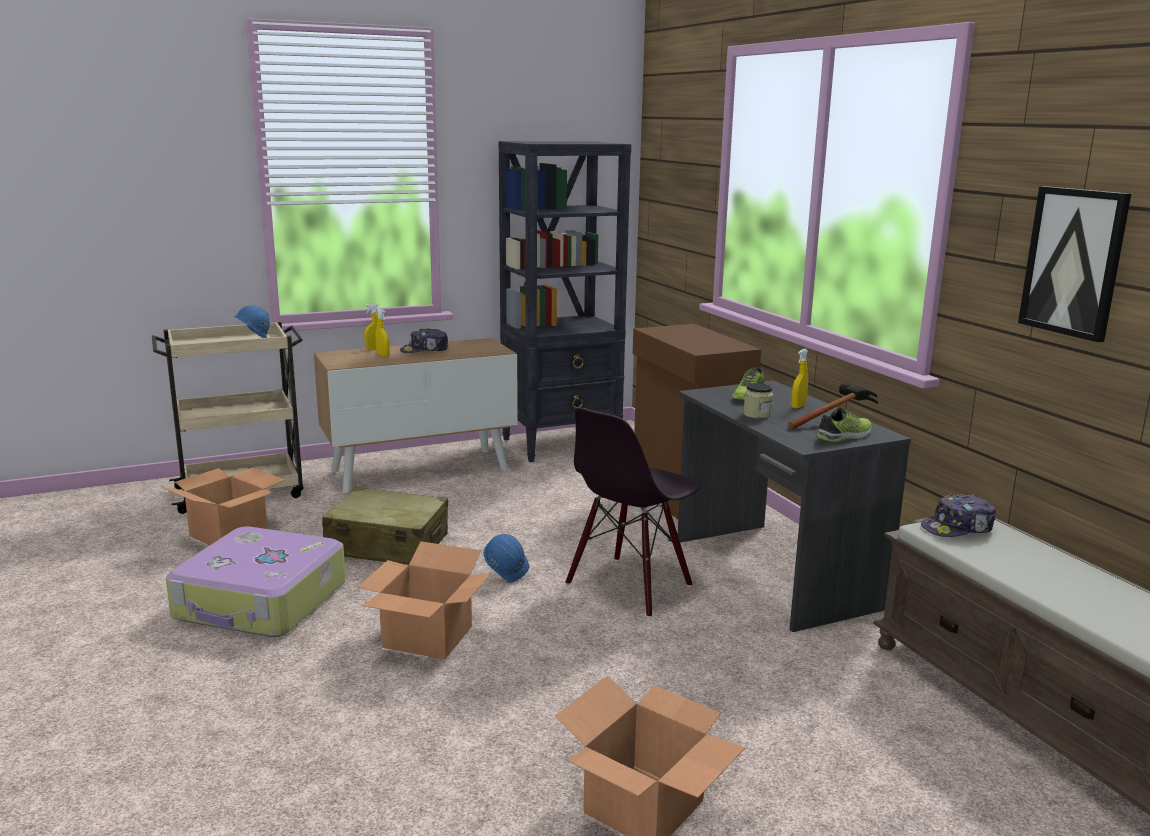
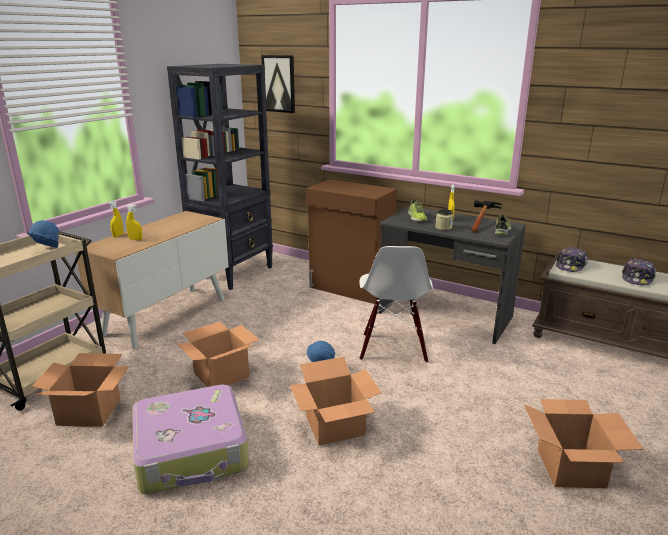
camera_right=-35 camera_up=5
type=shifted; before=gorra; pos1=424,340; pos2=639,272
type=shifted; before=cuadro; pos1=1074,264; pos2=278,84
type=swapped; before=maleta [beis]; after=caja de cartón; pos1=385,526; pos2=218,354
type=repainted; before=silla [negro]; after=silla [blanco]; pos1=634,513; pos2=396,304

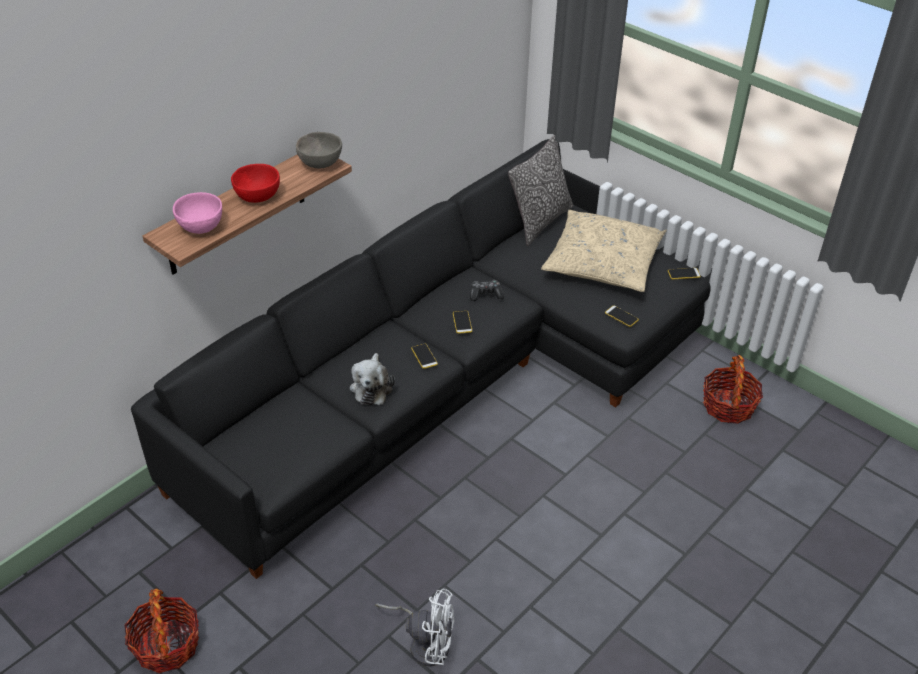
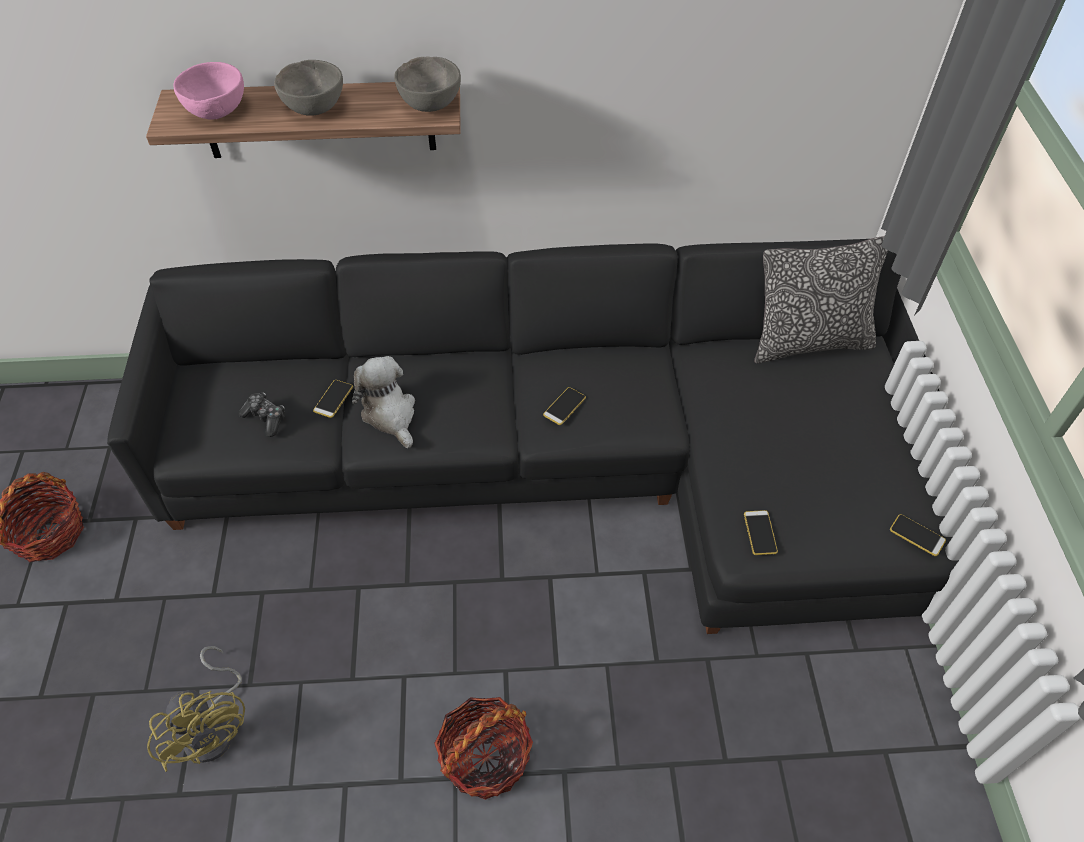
camera_right=45 camera_up=10
type=gone; before=cojín [beis]; pos1=604,251
type=shifted; before=móvil; pos1=424,356; pos2=333,399
type=shifted; before=mando de consola; pos1=487,290; pos2=262,414
type=shifted; before=cesta; pos1=733,389; pos2=483,748
type=repainted; before=cuenco [rojo]; after=cuenco [gris]; pos1=255,183; pos2=308,88
type=repainted; before=ventilador [blanco]; after=ventilador [amarillo]; pos1=415,627; pos2=196,709
type=rotated; before=peluche; pos1=372,379; pos2=383,402; turn=105

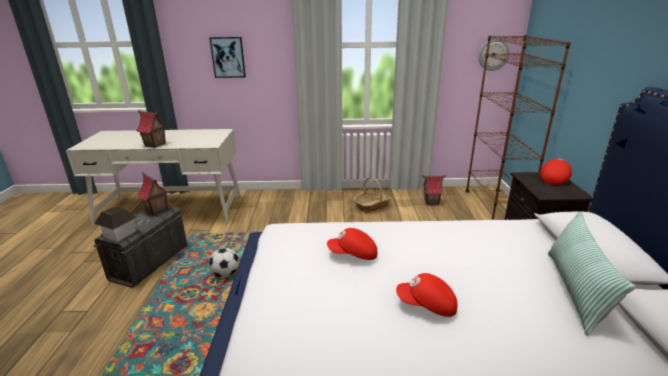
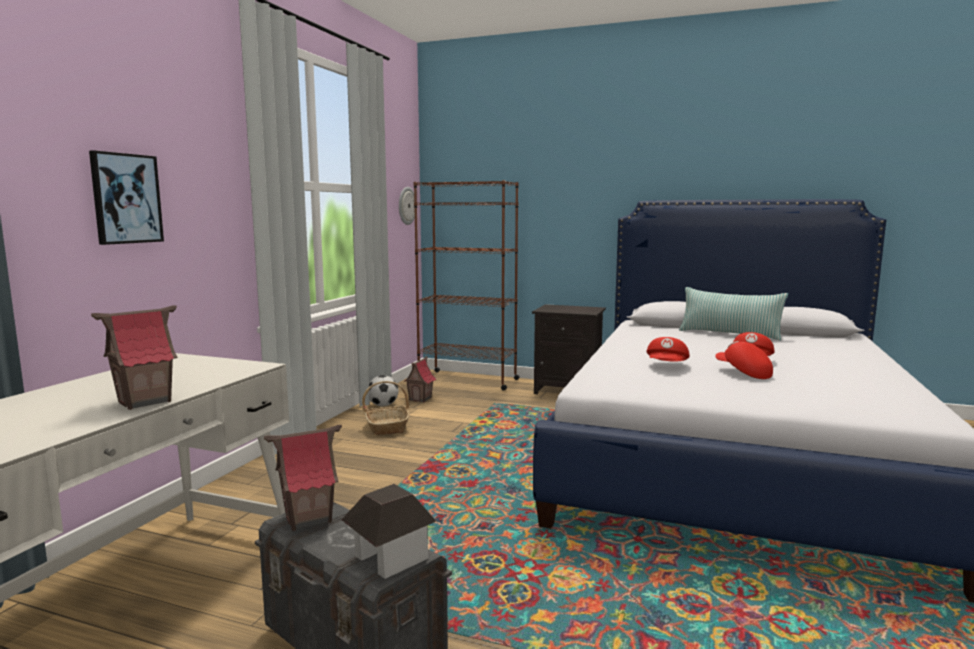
camera_right=-70 camera_up=-15
type=shifted; before=balón de fútbol; pos1=224,262; pos2=384,390
type=shifted; before=gorra [rojo]; pos1=556,172; pos2=744,360

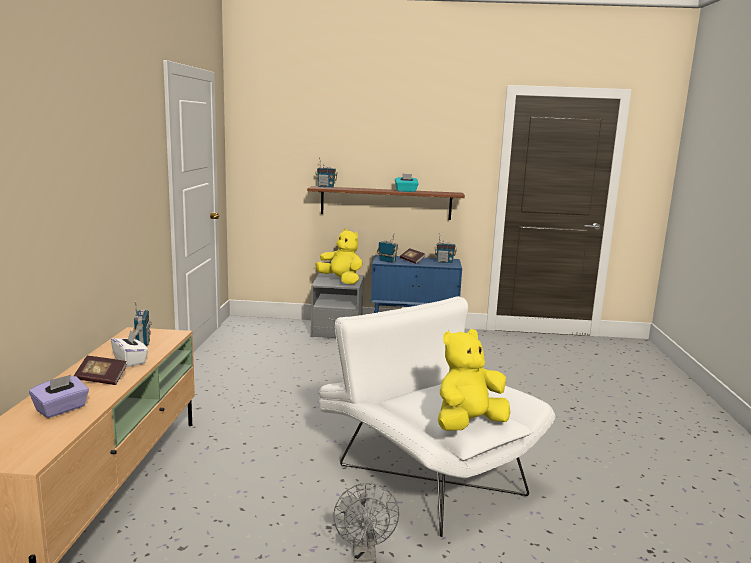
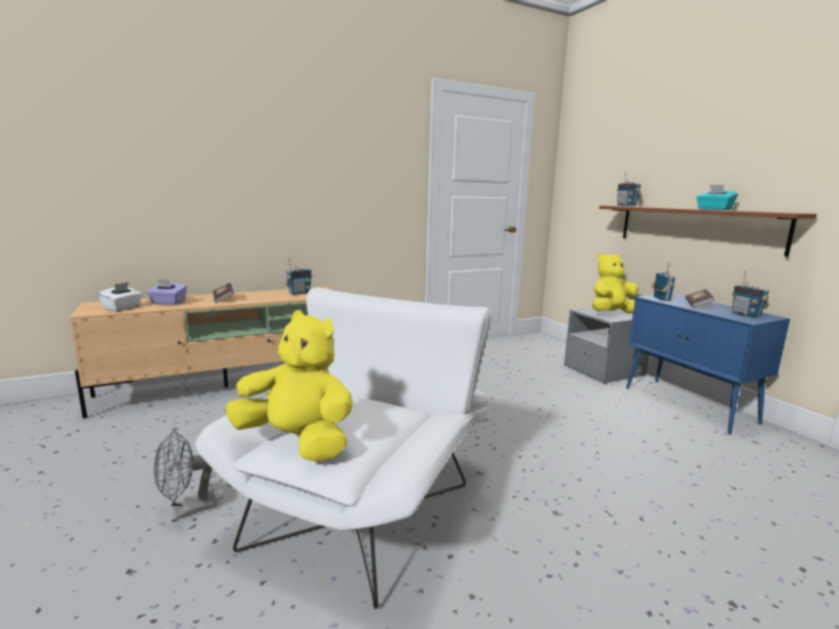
camera_right=60 camera_up=0
type=shifted; before=caja de pañuelos [blanco]; pos1=130,348; pos2=120,296
type=rotated; before=peluche [amarillo]; pos1=339,256; pos2=615,283; turn=-120

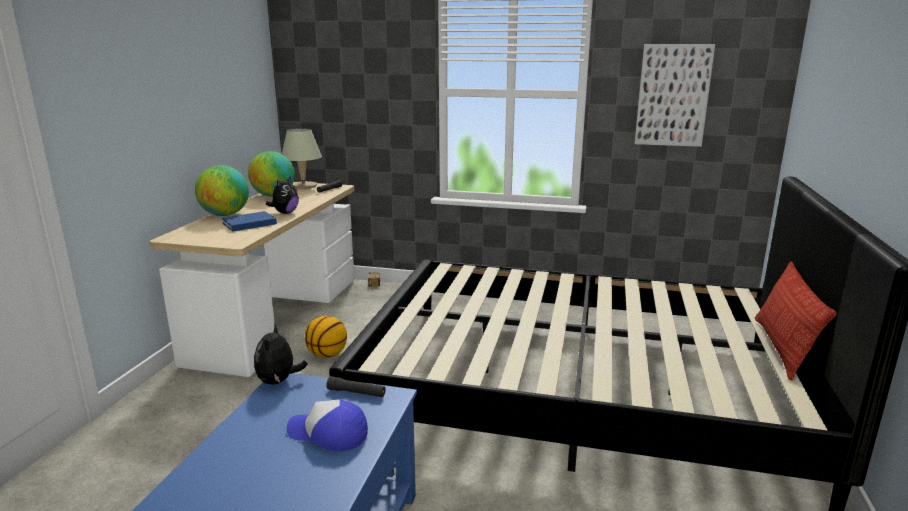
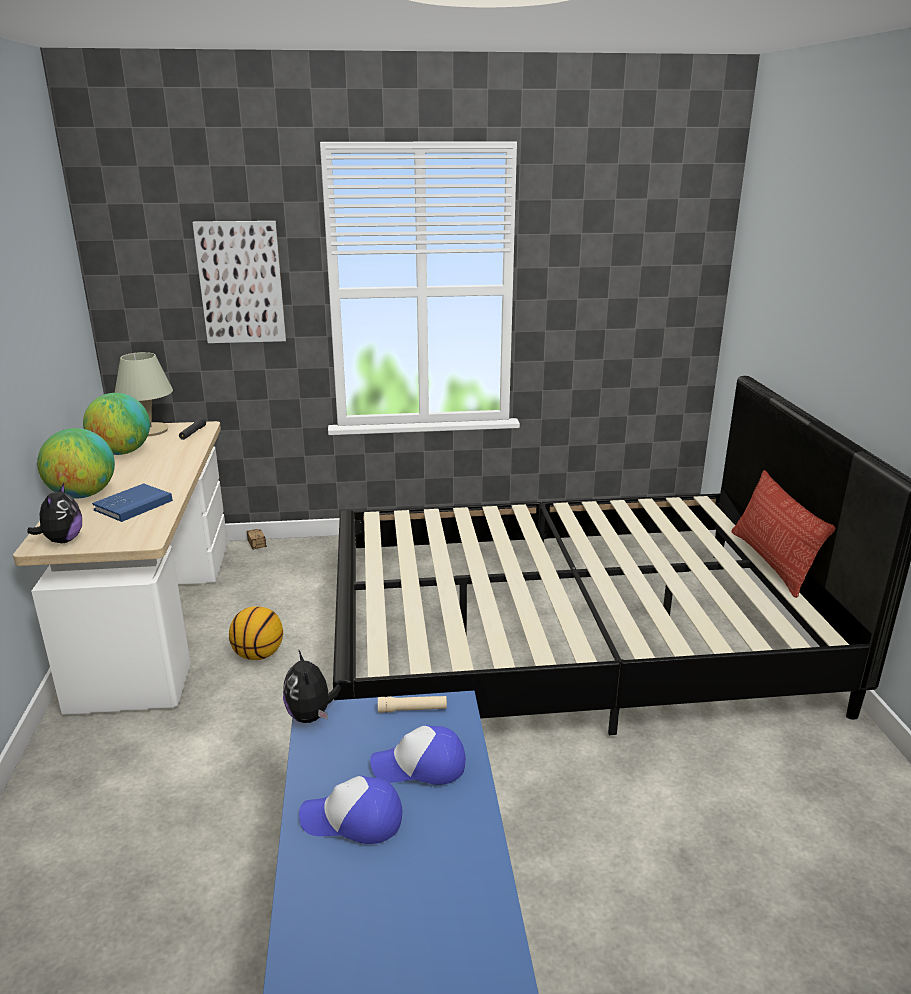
camera_right=-20 camera_up=5
type=new; after=gorra; pos2=350,810
type=shifted; before=peluche; pos1=282,195; pos2=54,513
type=shifted; before=cuadro; pos1=675,95; pos2=239,282
type=repainted; before=linterna [negro]; after=linterna [beis]; pos1=355,386; pos2=412,704

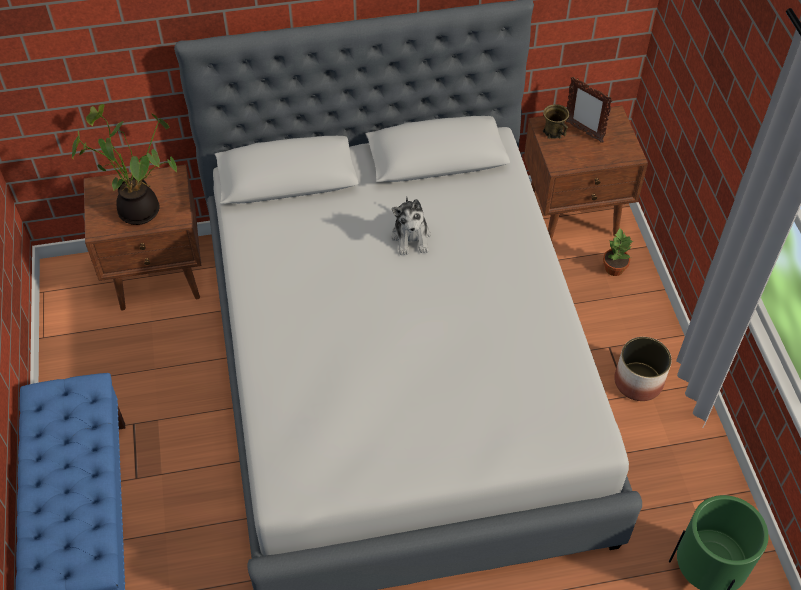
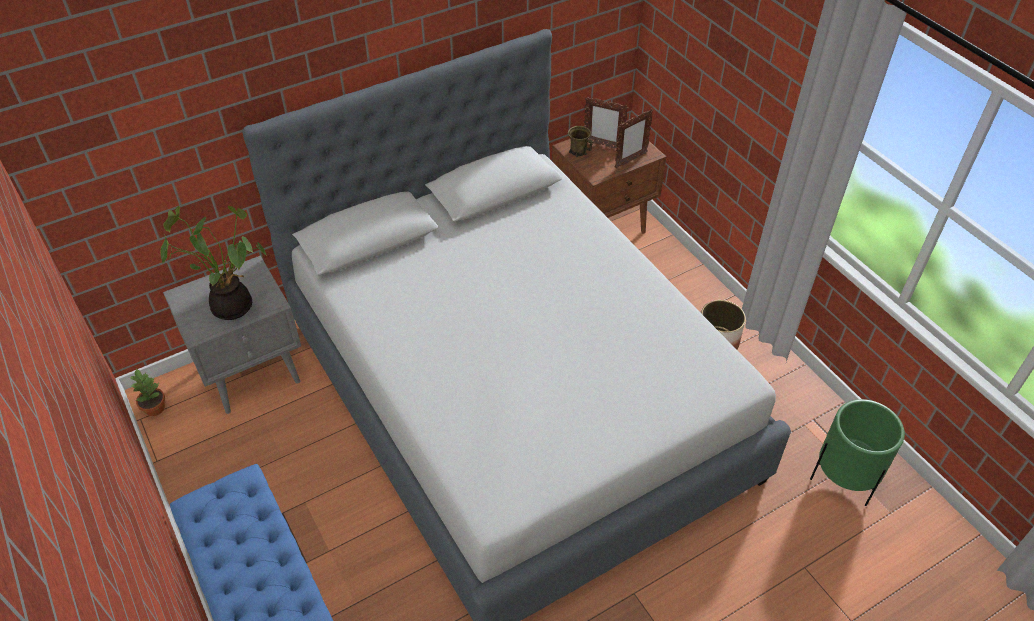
camera_right=-20 camera_up=-5
type=gone; before=peluche; pos1=411,226
type=new; after=portarretratos; pos2=634,138
type=shifted; before=planta en maceta; pos1=618,252; pos2=147,392
type=repainted; before=mesita de noche [marrón]; after=mesita de noche [gris]; pos1=142,238; pos2=232,334

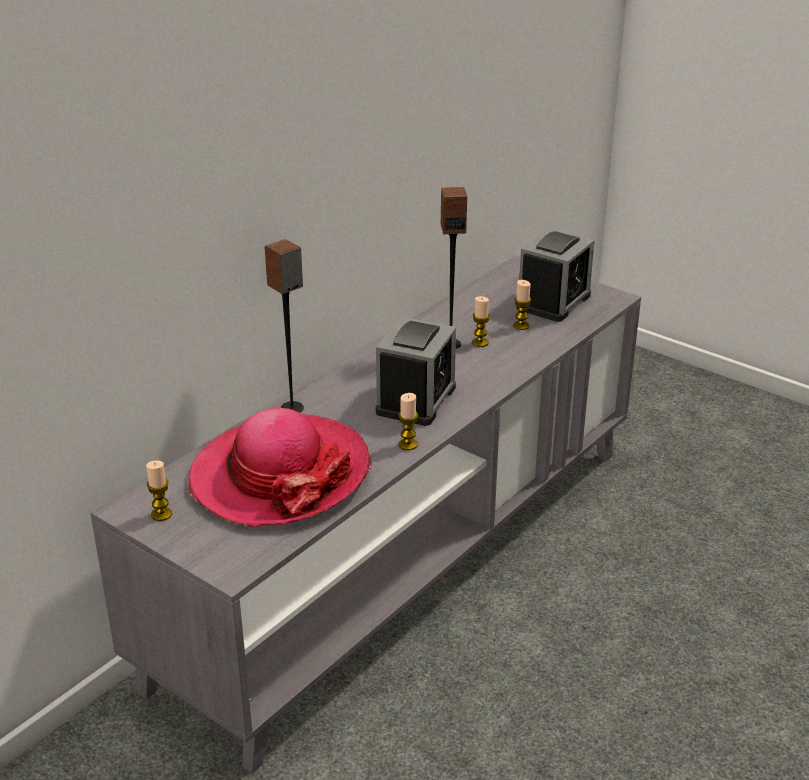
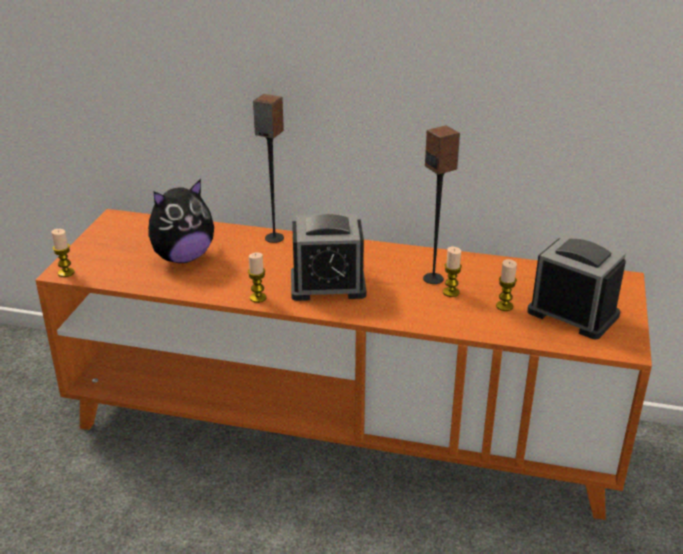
camera_right=65 camera_up=0
type=shifted; before=vela; pos1=159,490; pos2=62,253
type=swapped; before=sombrero; after=peluche; pos1=280,467; pos2=181,221
type=repainted; before=mueble de televisión [gris]; after=mueble de televisión [naranja]; pos1=365,515; pos2=343,364
type=rotated; before=despertador; pos1=555,275; pos2=576,286; turn=-150

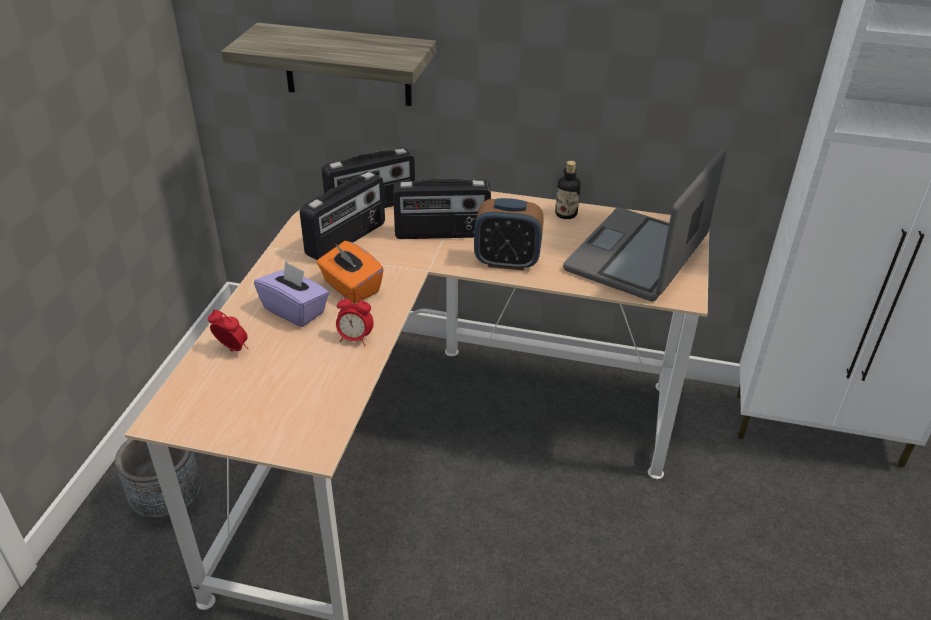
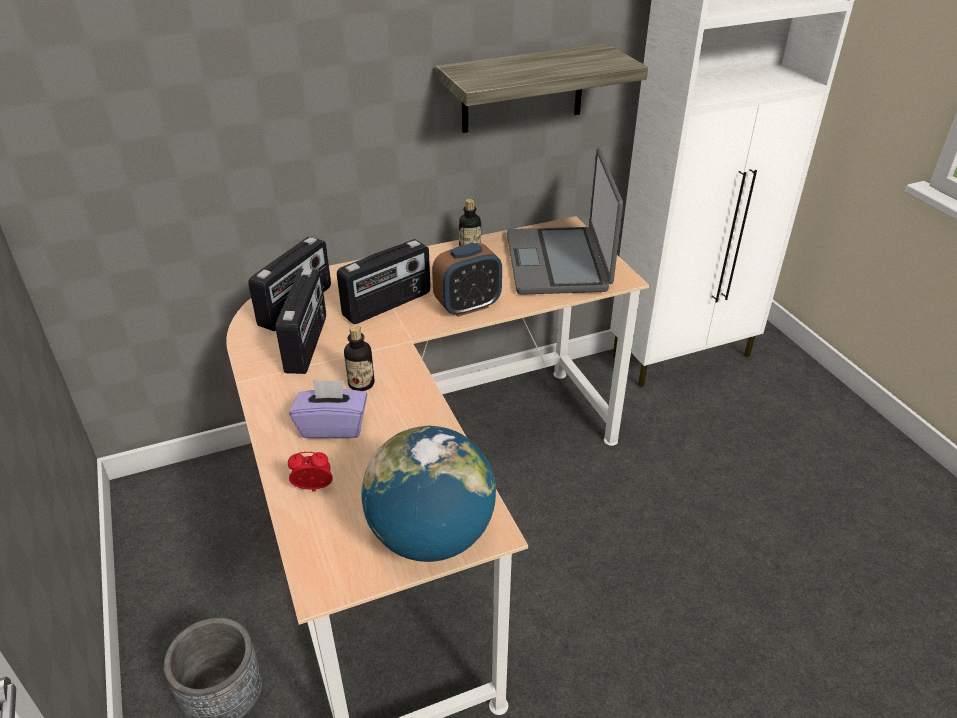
camera_right=-35 camera_up=0
type=gone; before=despertador; pos1=355,319
type=new; after=globo terráqueo; pos2=428,494
type=shifted; before=estante; pos1=328,64; pos2=542,88
type=swapped; before=caja de pañuelos [naranja]; after=botella; pos1=350,272; pos2=359,358

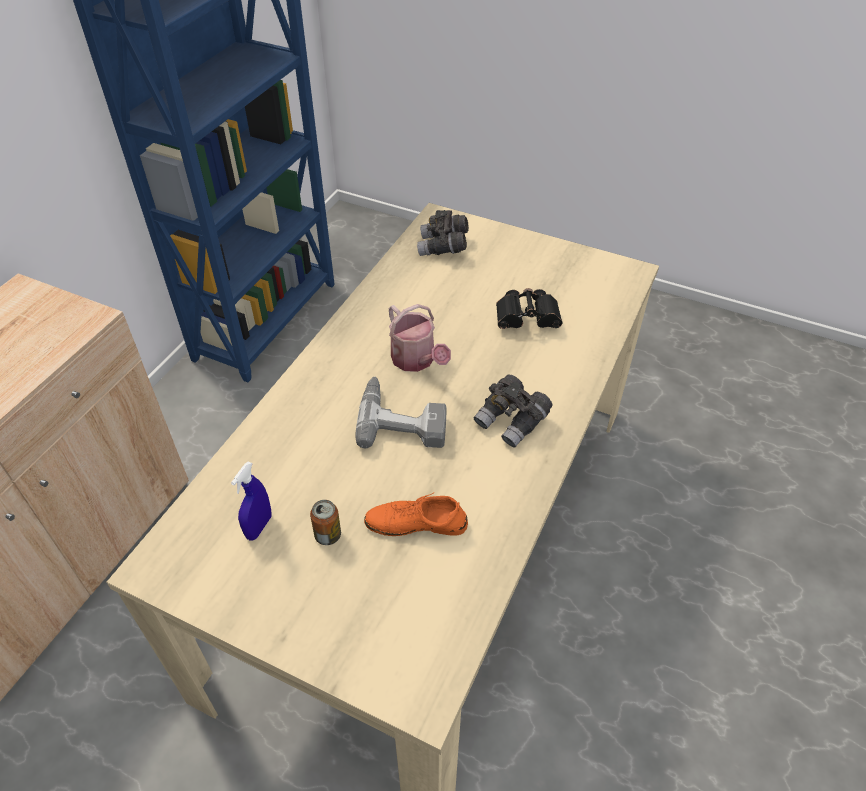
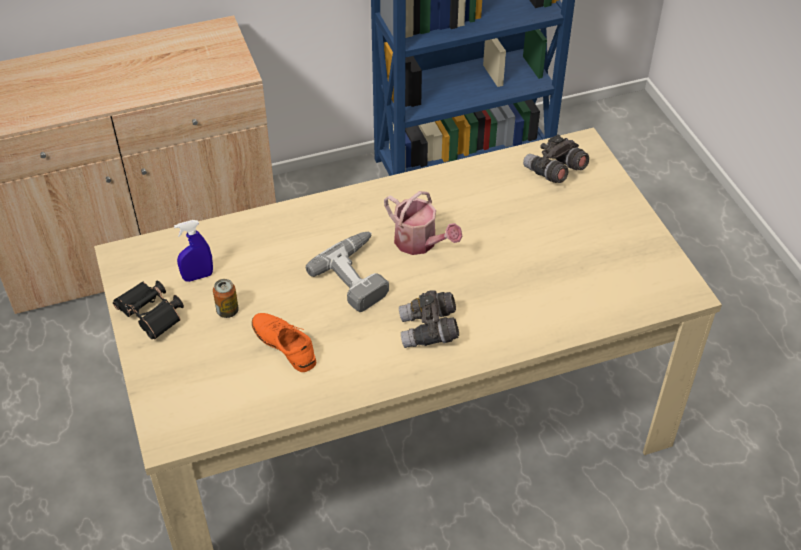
camera_right=45 camera_up=0
type=shifted; before=prismáticos [negro]; pos1=529,308; pos2=148,310
type=rotated; before=regadera; pos1=420,338; pos2=423,223; turn=-60

